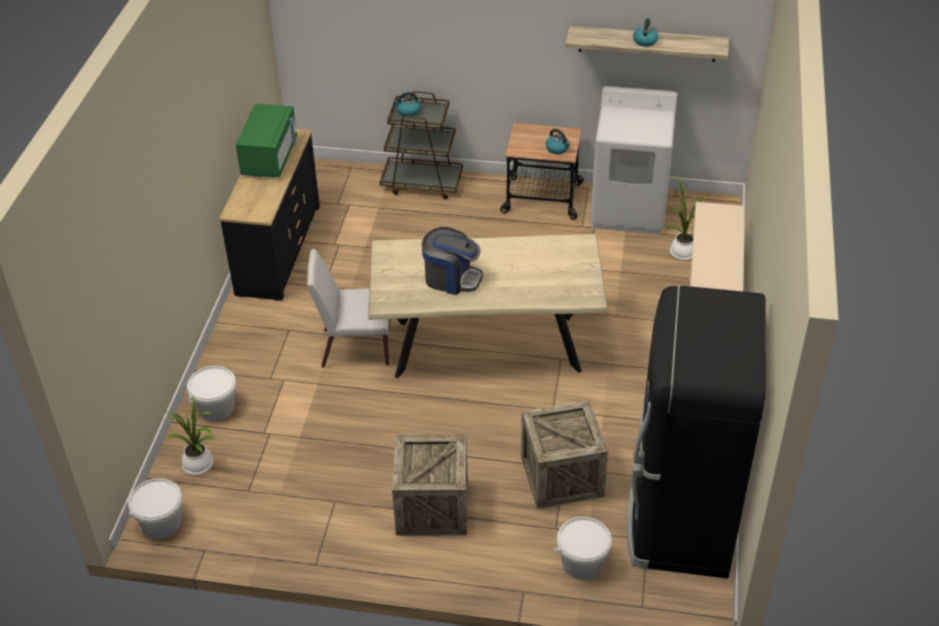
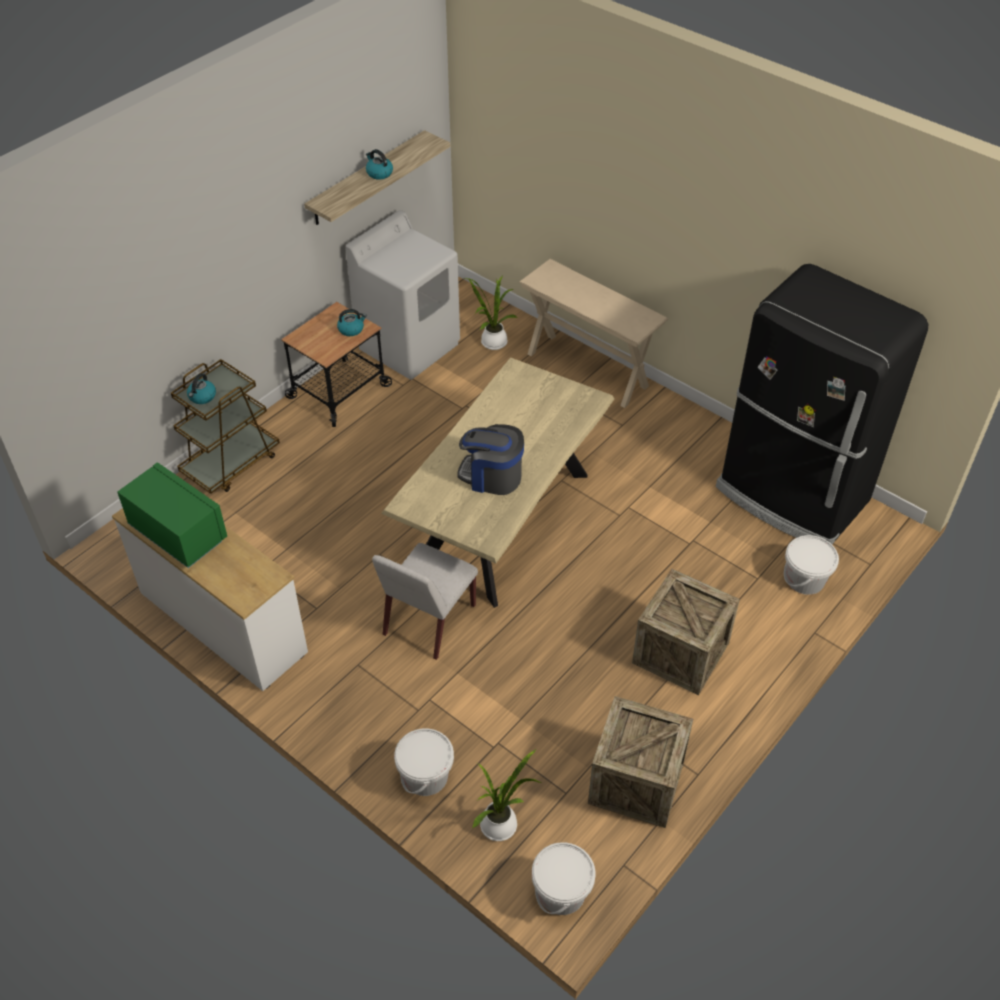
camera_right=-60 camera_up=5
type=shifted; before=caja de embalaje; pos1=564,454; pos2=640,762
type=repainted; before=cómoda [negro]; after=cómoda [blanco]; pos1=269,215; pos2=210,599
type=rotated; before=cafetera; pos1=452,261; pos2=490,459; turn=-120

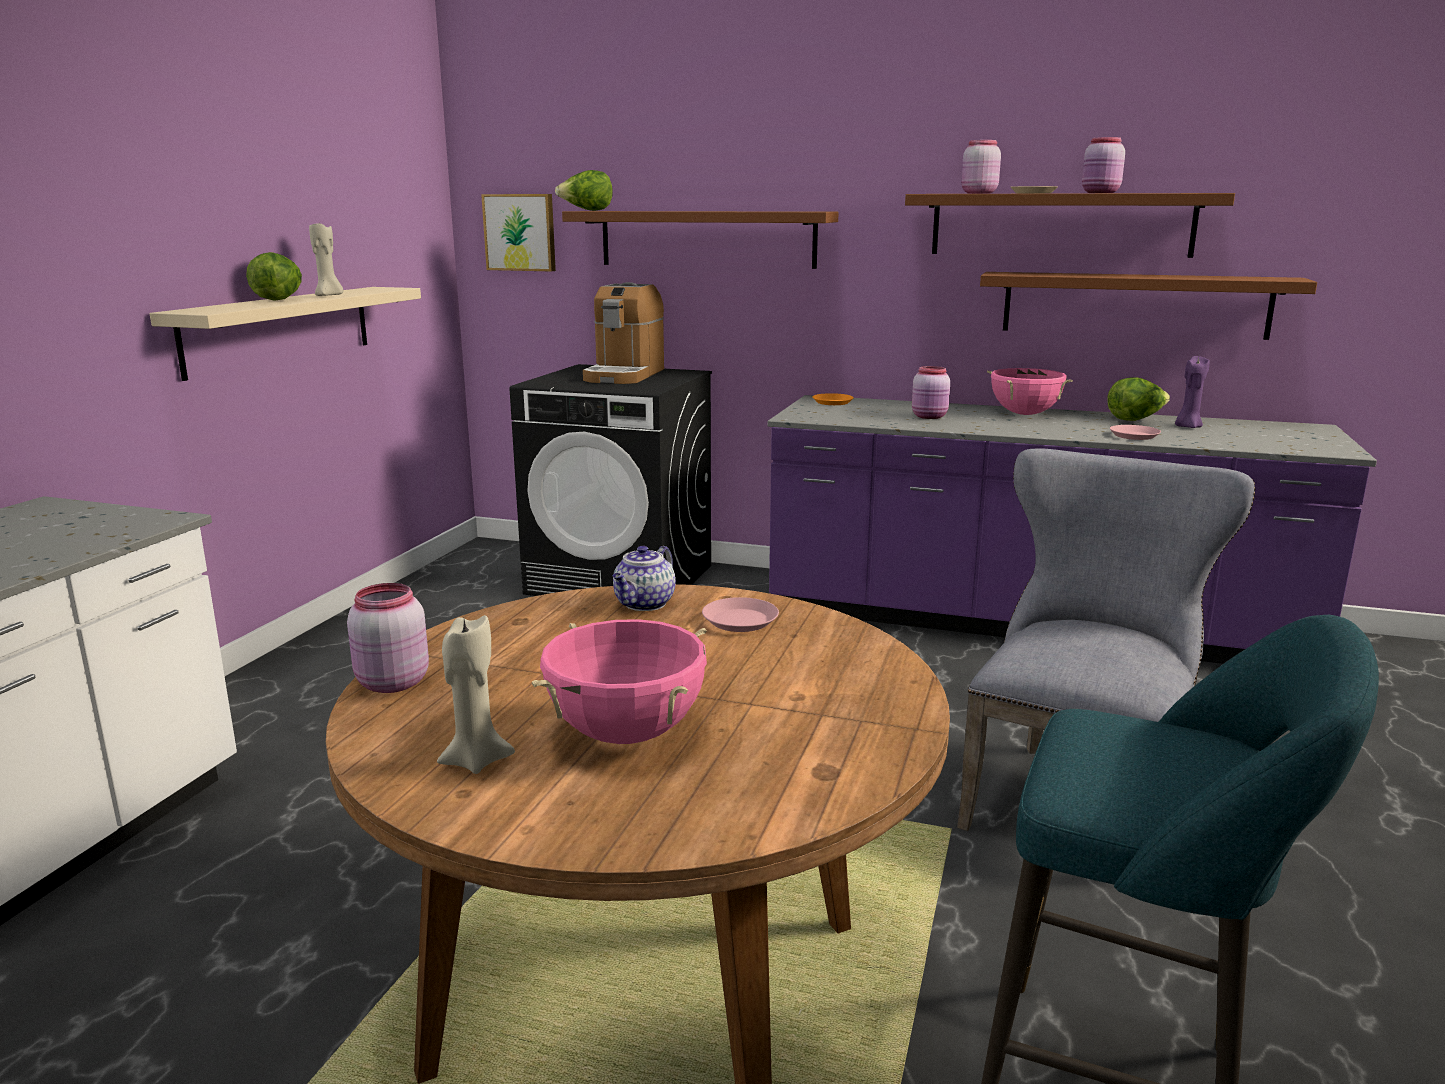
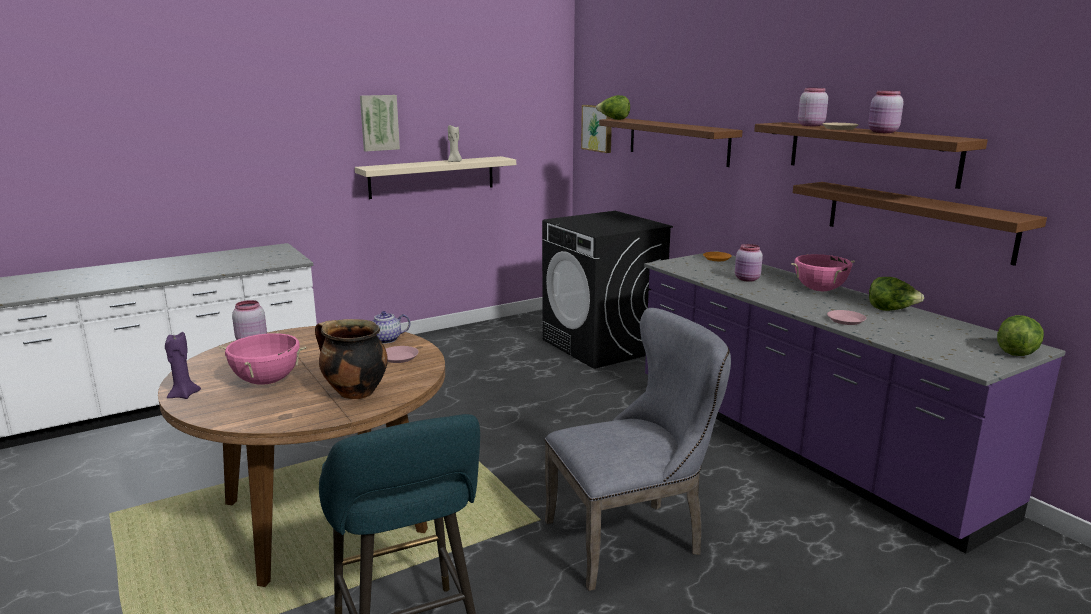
camera_right=40 camera_up=0
type=gone; before=vela [beis]; pos1=476,694
type=gone; before=cafetera; pos1=623,333
type=new; after=olla; pos2=351,359
type=new; after=cuadro; pos2=380,123
type=shifted; before=lechuga; pos1=274,276; pos2=1020,335
type=shifted; before=vela [morado]; pos1=1192,392; pos2=183,365

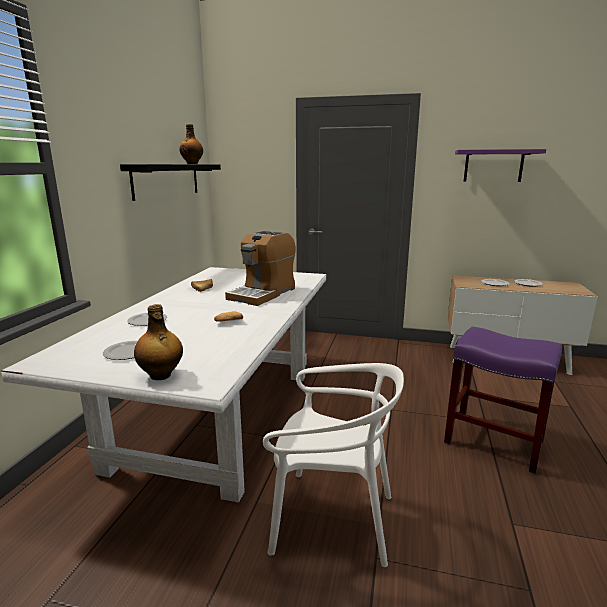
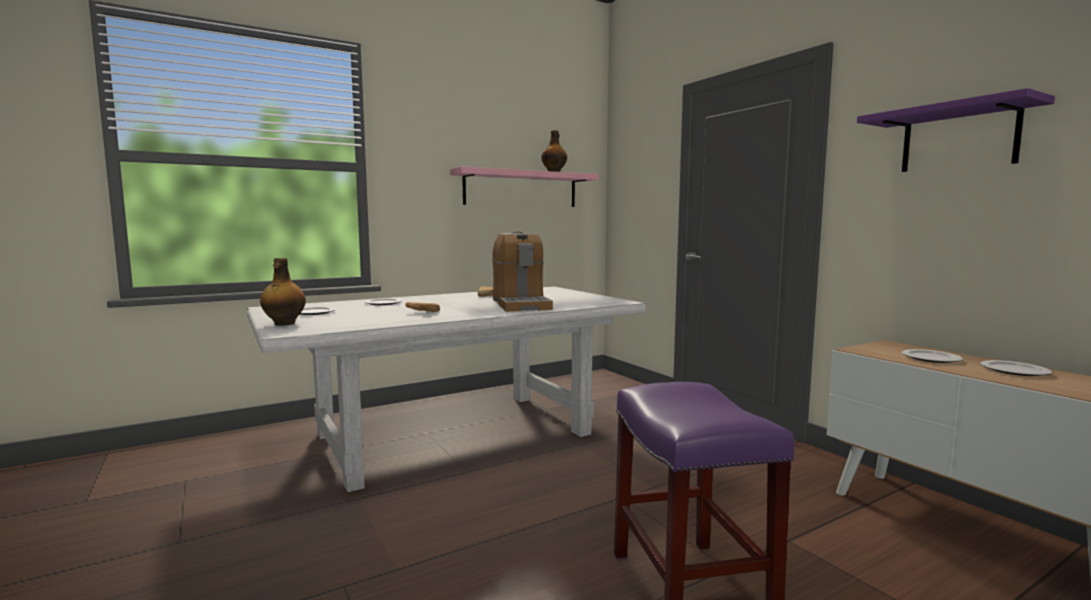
camera_right=45 camera_up=-10
type=gone; before=silla [blanco]; pos1=333,465
type=repainted; before=estante [negro]; after=estante [rosa]; pos1=170,182; pos2=524,186
type=rotated; before=cafetera; pos1=260,268; pos2=522,272; turn=-90

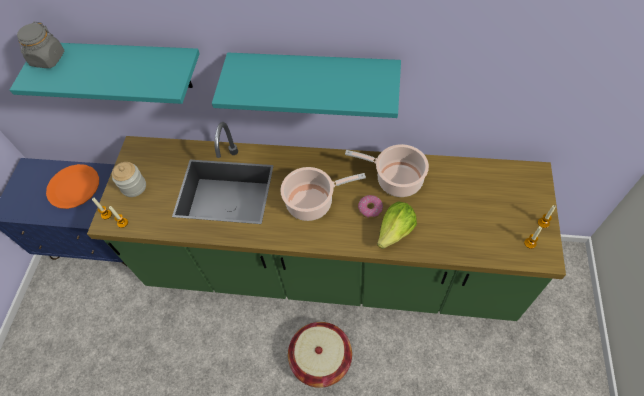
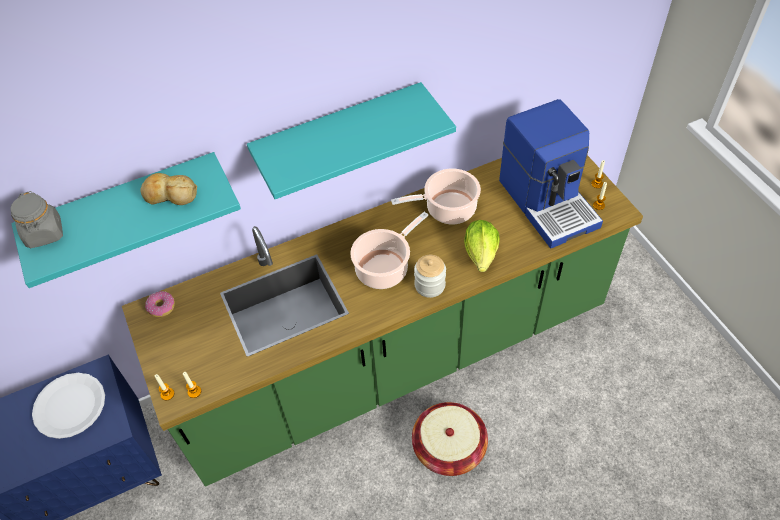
camera_right=-35 camera_up=-5
type=new; after=pan; pos2=168,189
type=new; after=cafetera; pos2=551,174
type=shifted; before=tarro; pos1=129,179; pos2=430,276
type=shifted; before=rosquilla; pos1=370,207; pos2=160,304
type=repainted; before=plato [naranja]; after=plato [blanco]; pos1=72,186; pos2=68,406

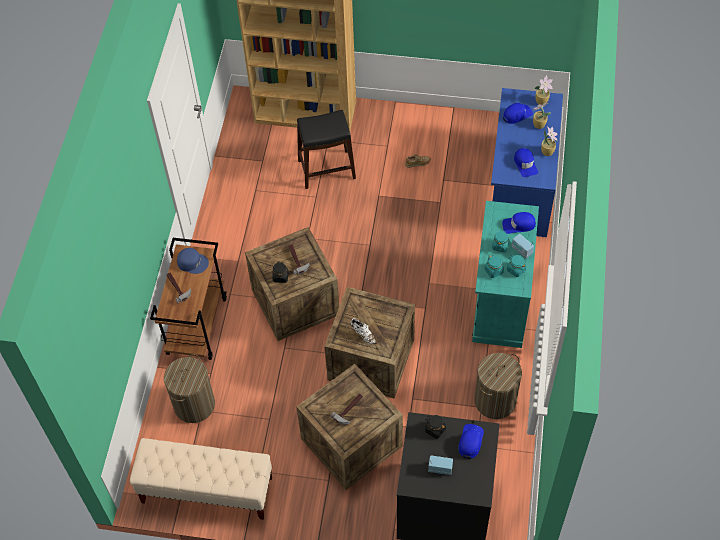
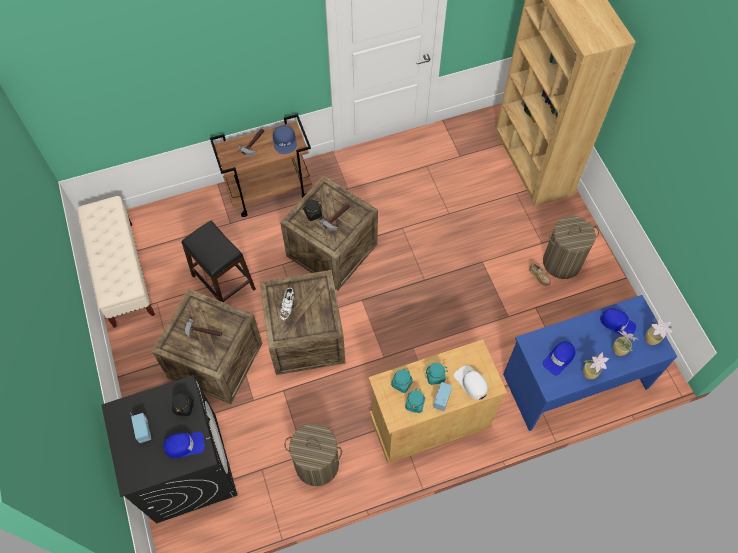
camera_right=60 camera_up=5
type=shifted; before=cesto de la ropa; pos1=189,388; pos2=571,247
type=shifted; before=taburete [negro]; pos1=326,149; pos2=218,261
type=repainted; before=armario [turquesa]; after=armario [beis]; pos1=505,274; pos2=437,401
type=repainted; before=gorra [azul]; after=gorra [blanco]; pos1=519,223; pos2=471,382

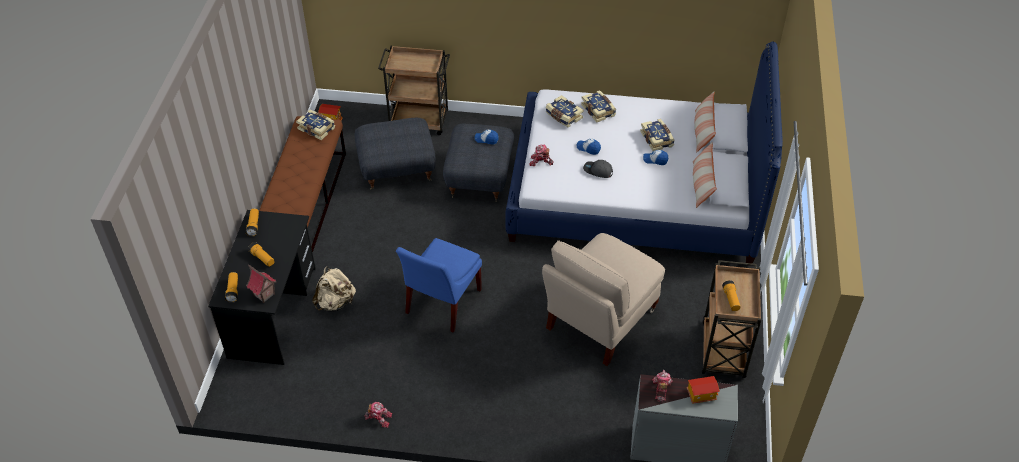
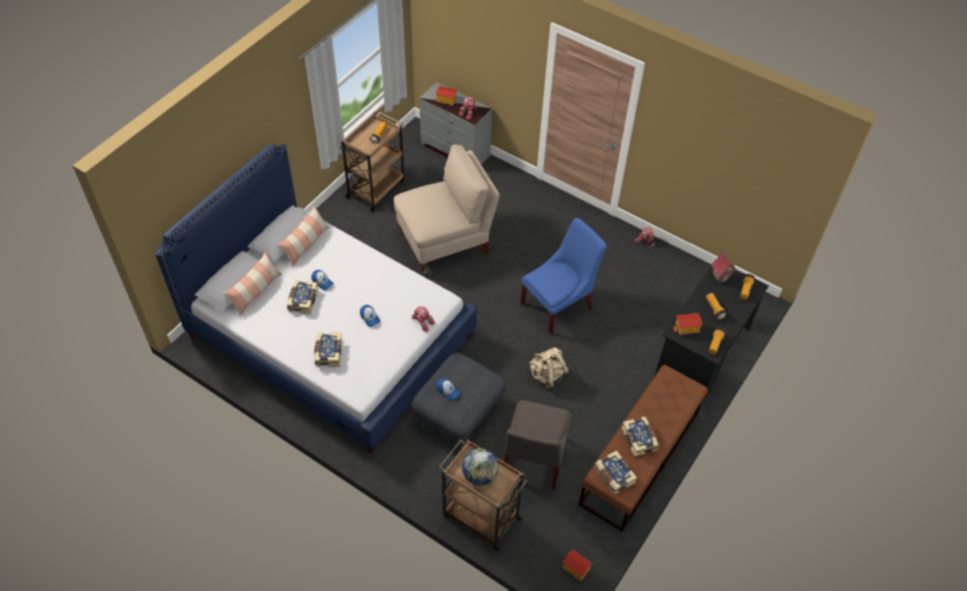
camera_right=-155 camera_up=5
type=gone; before=gorra [gris]; pos1=598,169
type=new; after=globo terráqueo; pos2=480,466
type=new; after=casita; pos2=687,324
type=shifted; before=mochila [beis]; pos1=334,289; pos2=549,367
type=shifted; before=libro; pos1=564,111; pos2=640,436
type=swapped; before=puf [gris]; after=silla [gris]; pos1=395,154; pos2=538,445

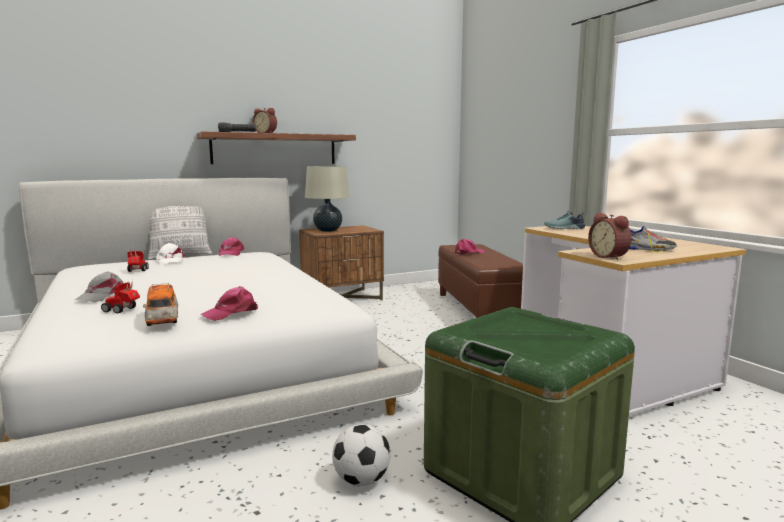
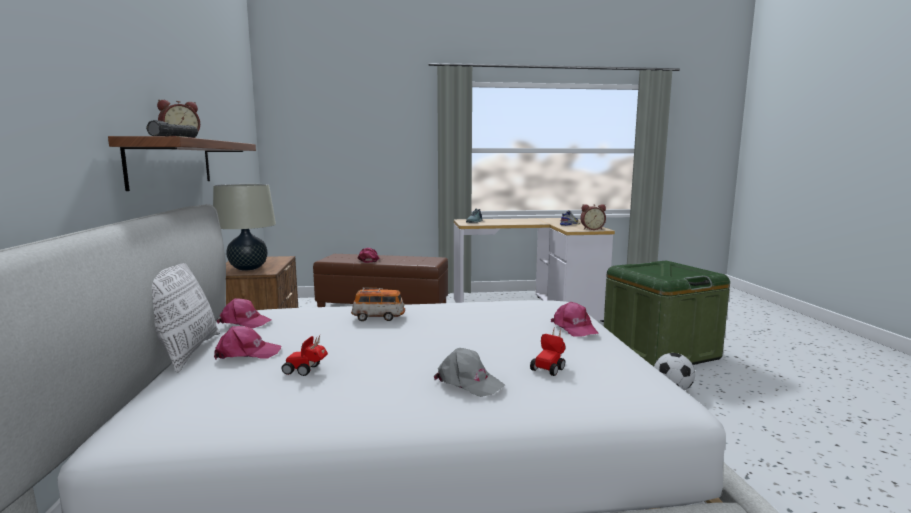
camera_right=-70 camera_up=0
type=shifted; before=coche de juguete; pos1=160,304; pos2=378,304
type=repainted; before=gorra [blanco]; after=gorra [rosa]; pos1=170,253; pos2=247,343

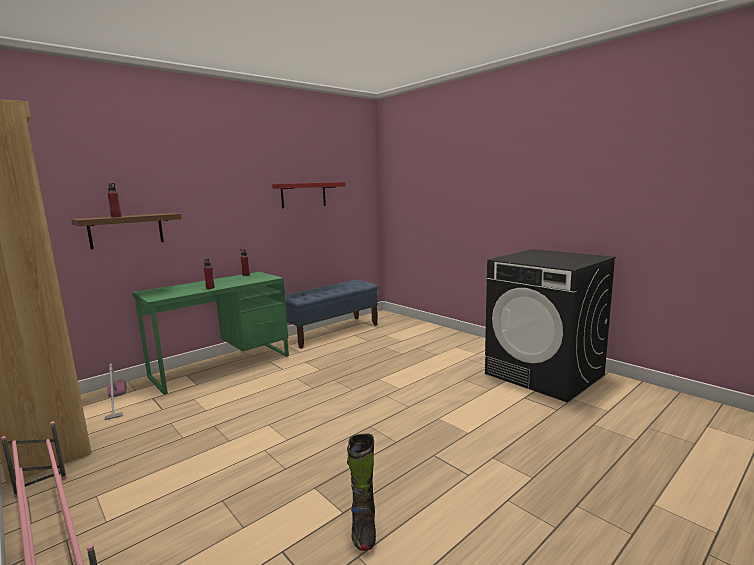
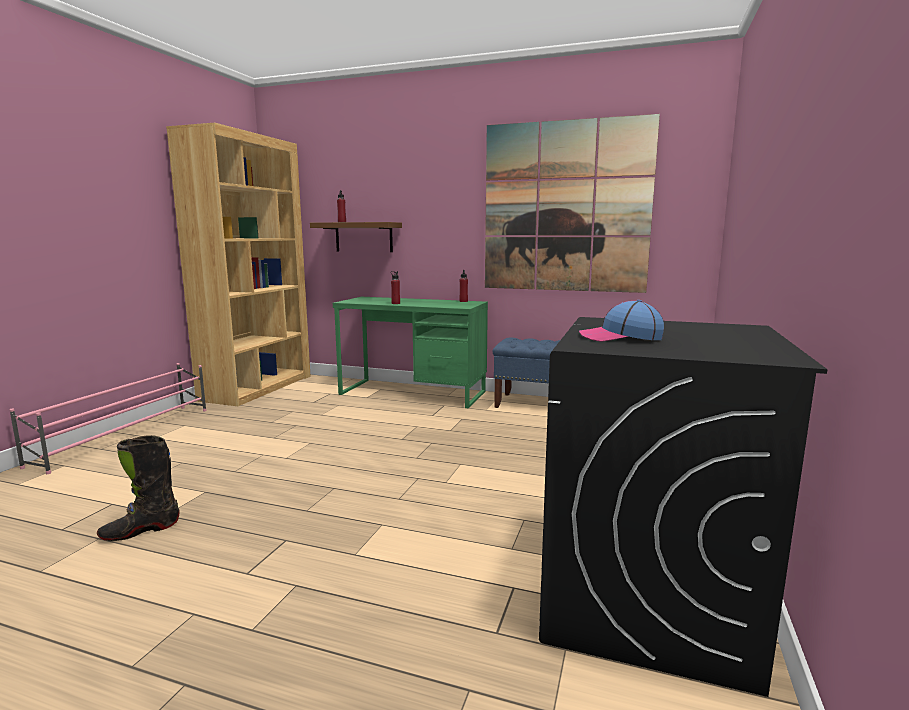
camera_right=60 camera_up=0
type=gone; before=aspiradora; pos1=115,392
type=new; after=gorra; pos2=621,321
type=swapped; before=estante [rojo]; after=cuadro; pos1=308,195; pos2=572,203

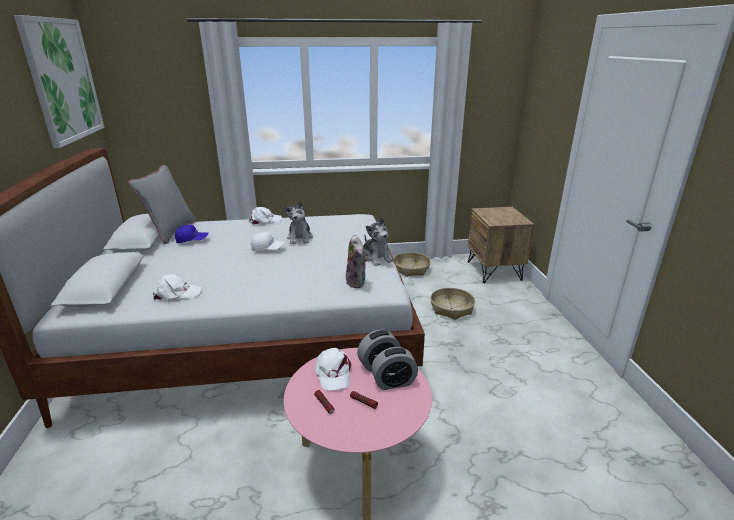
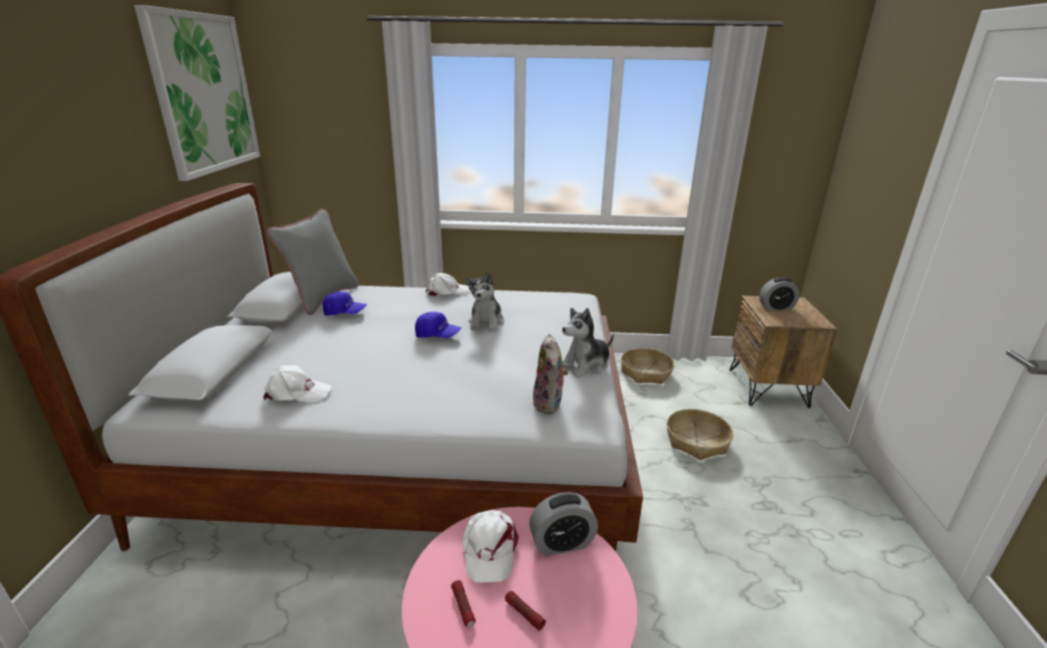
camera_right=10 camera_up=0
type=shifted; before=despertador; pos1=394,368; pos2=779,294
type=repainted; before=gorra [blanco]; after=gorra [azul]; pos1=268,241; pos2=438,325
type=rotated; before=peluche; pos1=378,241; pos2=588,343; turn=75

